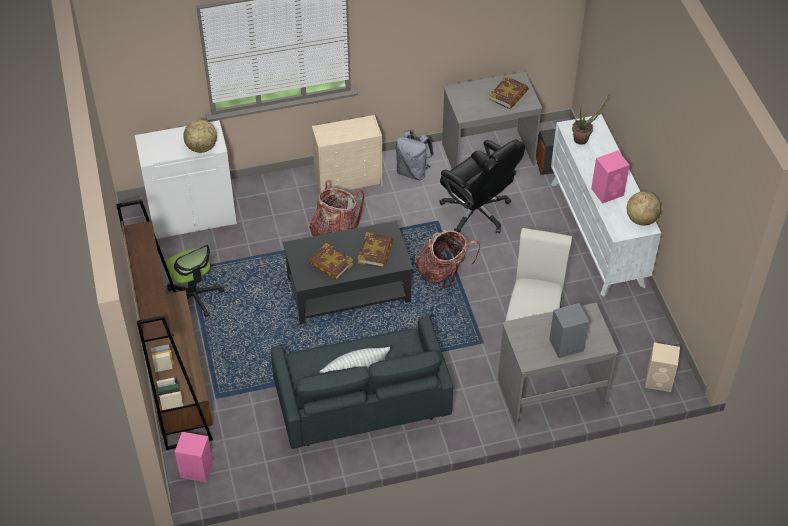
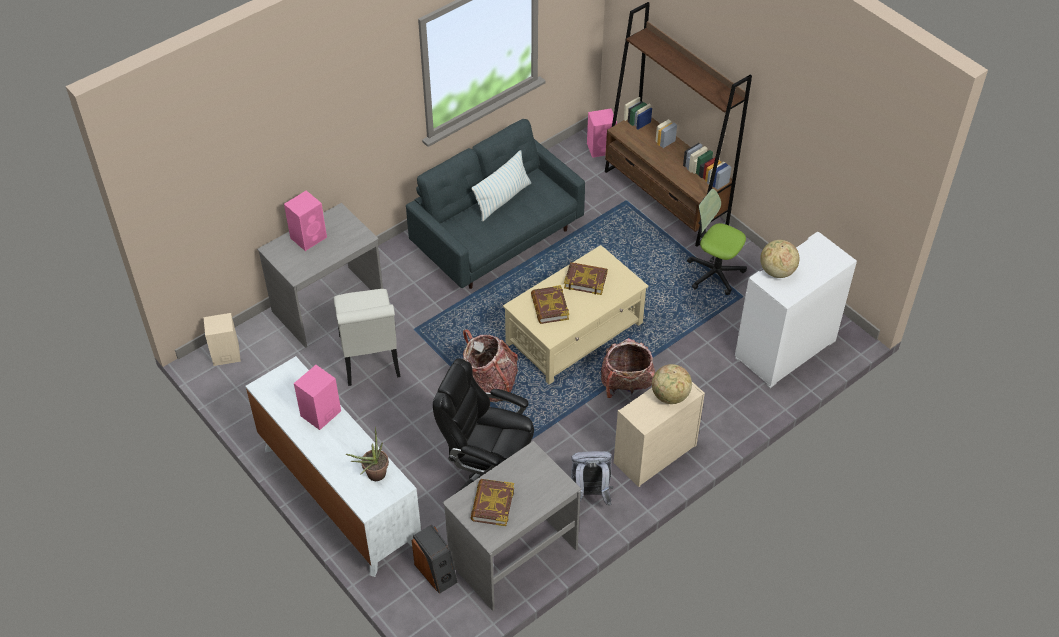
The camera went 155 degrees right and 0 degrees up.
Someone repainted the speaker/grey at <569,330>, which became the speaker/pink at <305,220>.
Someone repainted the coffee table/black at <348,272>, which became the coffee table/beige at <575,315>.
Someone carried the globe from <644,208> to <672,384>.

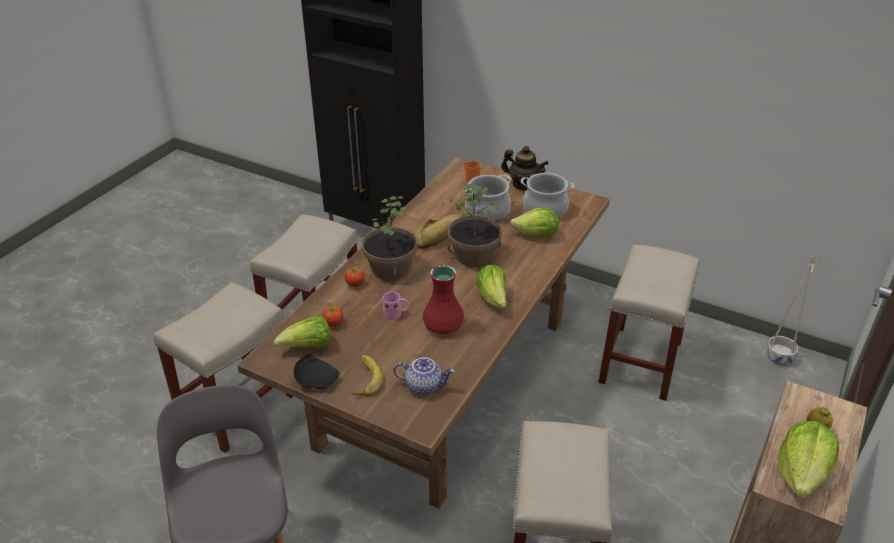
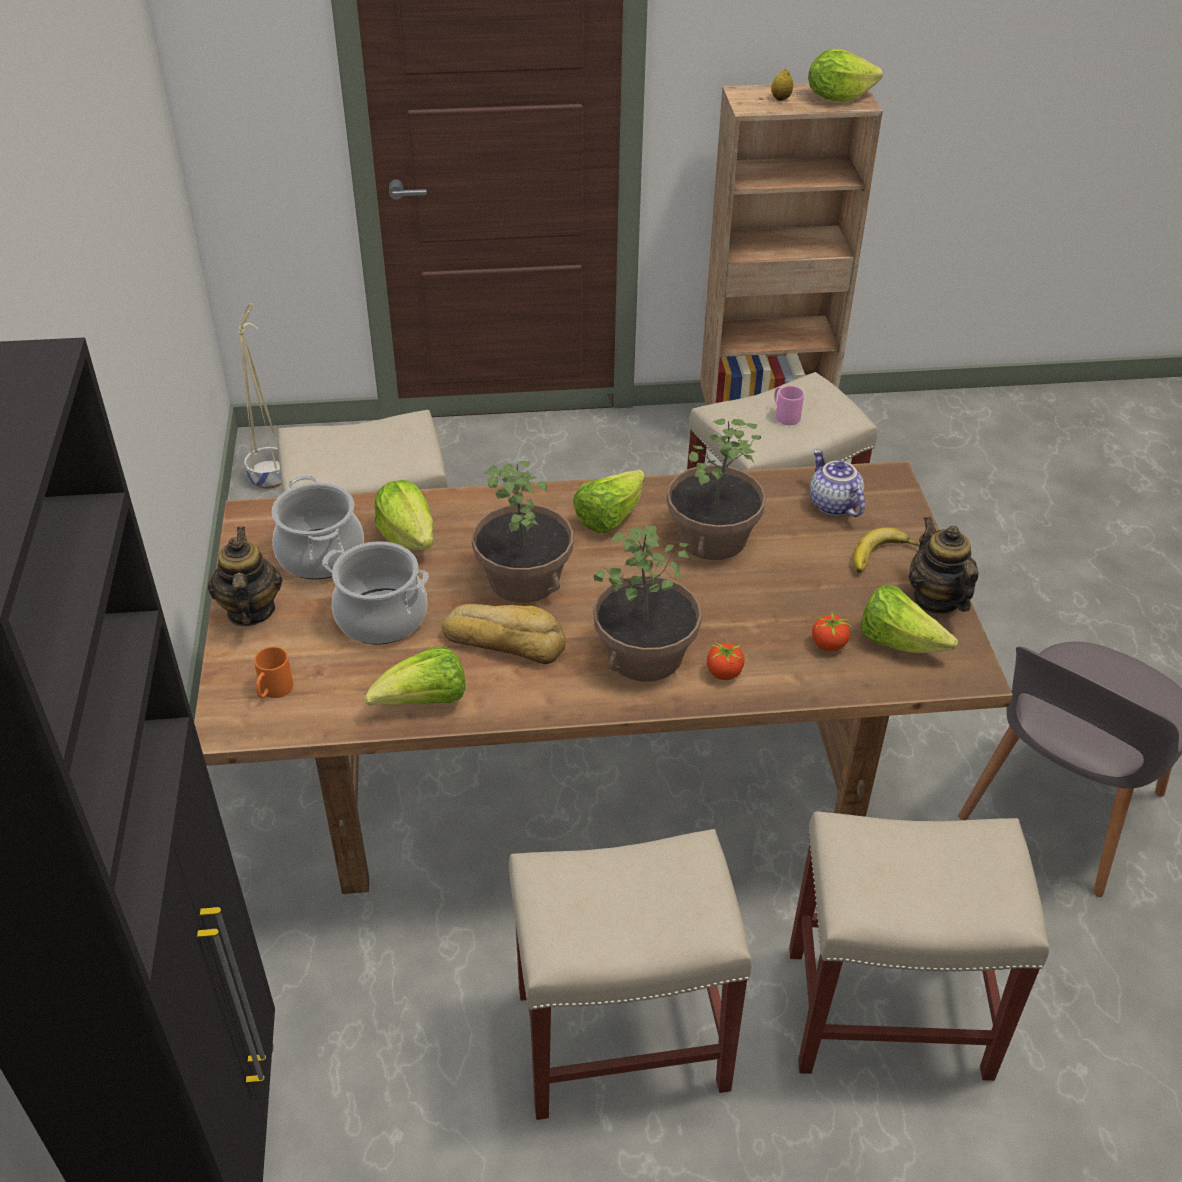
The camera went 125 degrees left and 5 degrees up.
Someone put down the lettuce at <415,675>.
Someone swapped the vase/red at <443,300> for the potted plant at <716,489>.
Someone carried the mug/pink from <396,306> to <789,405>.
Someone swapped the plate/black at <316,371> for the teapot at <943,565>.

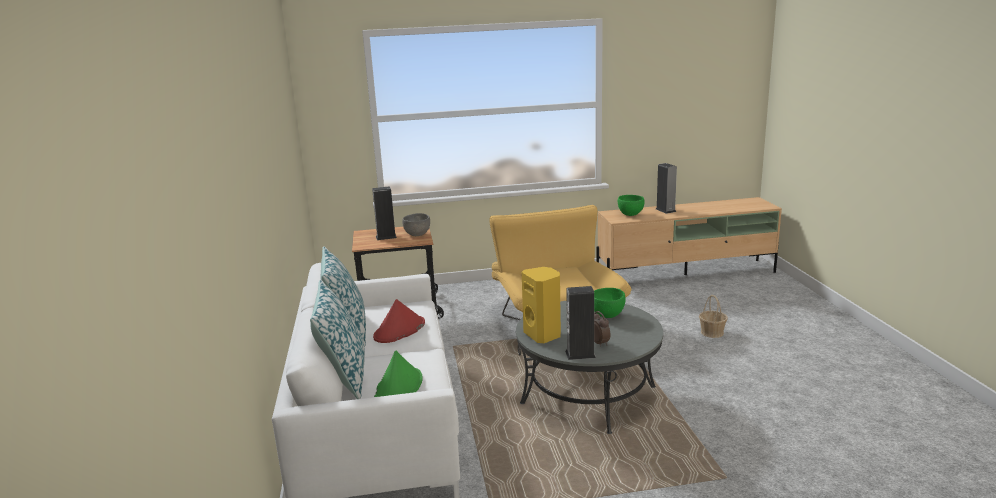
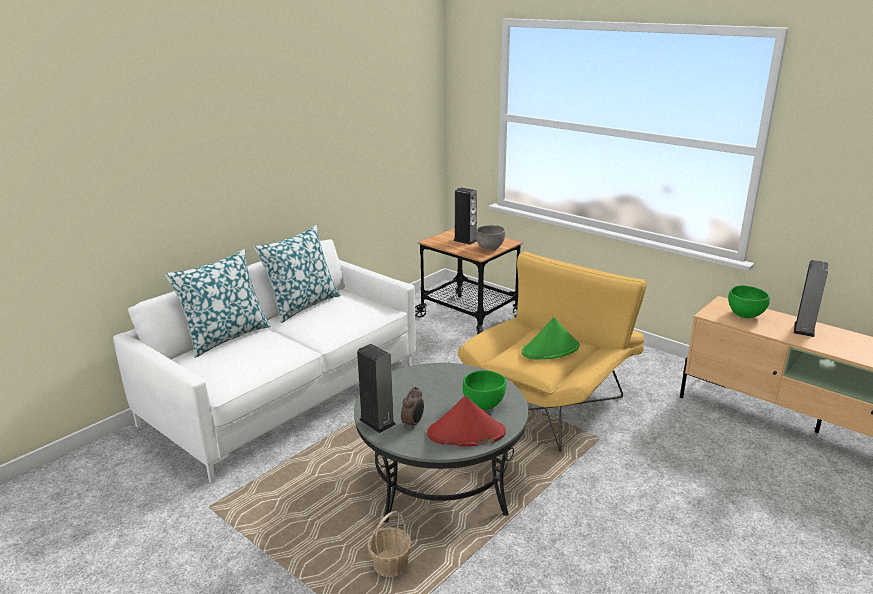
The camera went 50 degrees right and 5 degrees up.
Someone carried the basket from <713,316> to <389,544>.
Someone carried the hat/red from <399,321> to <466,421>.
Someone carried the hat/green from <398,373> to <551,338>.
Someone took away the speaker/yellow at <541,305>.

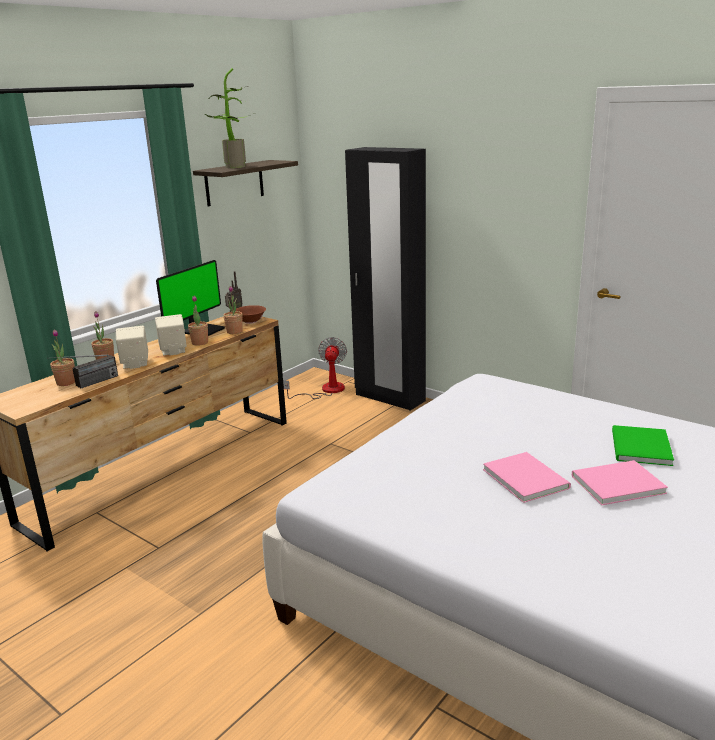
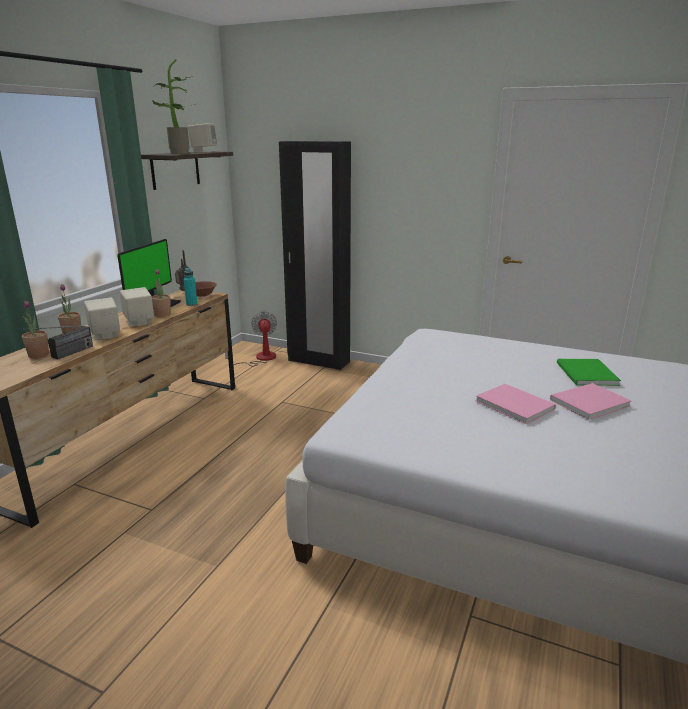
The camera went 15 degrees left and 0 degrees up.
Someone swapped the potted plant at <233,310> for the bottle/turquoise at <190,287>.
Someone put down the speaker/beige at <202,137>.

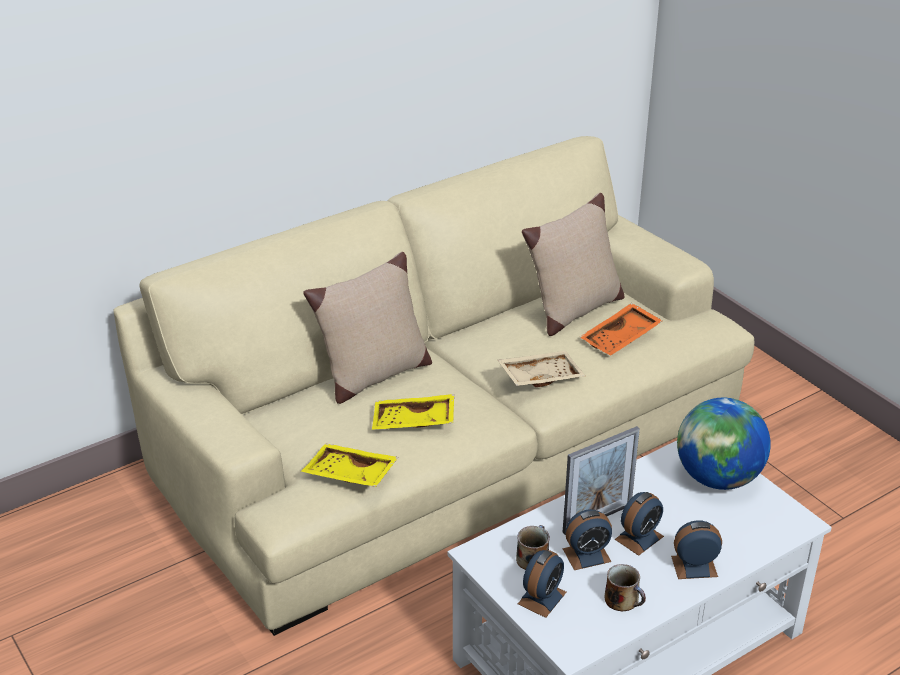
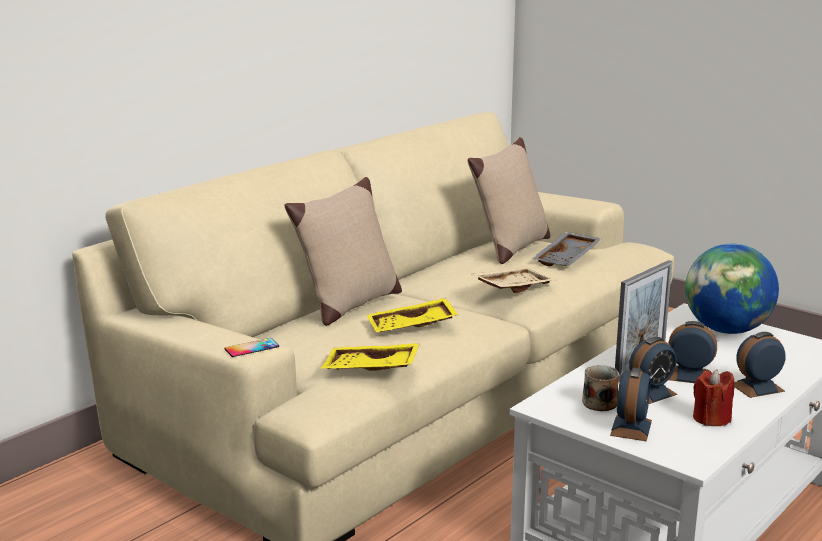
The camera went 15 degrees left and 15 degrees down.
Someone put down the phone at <251,347>.
Someone repainted the tray/orange at <621,329>, which became the tray/grey at <567,249>.
Someone rotated the alarm clock at <639,524> by 105 degrees counterclockwise.
Someone swapped the mug at <625,587> for the candle/red at <713,397>.

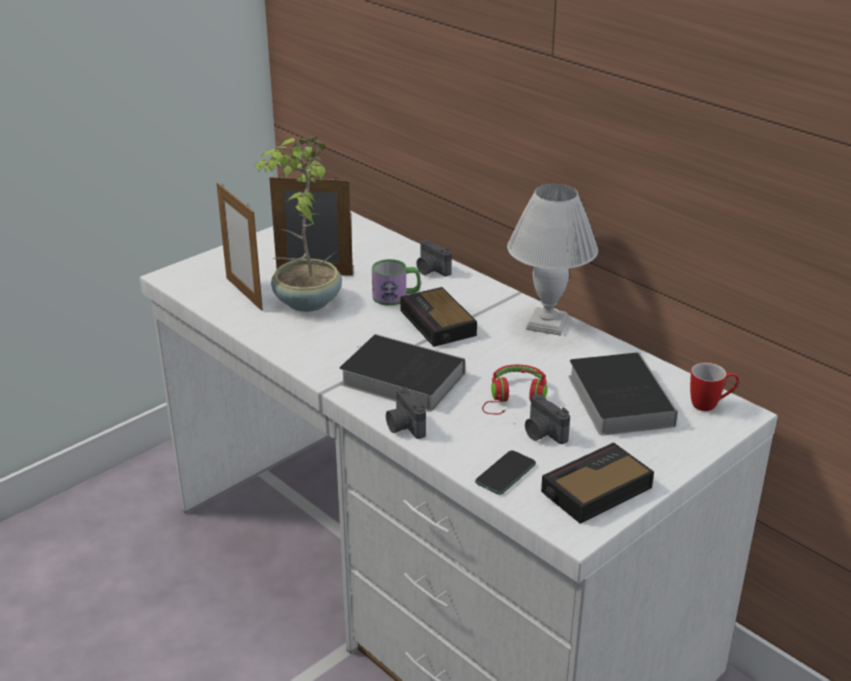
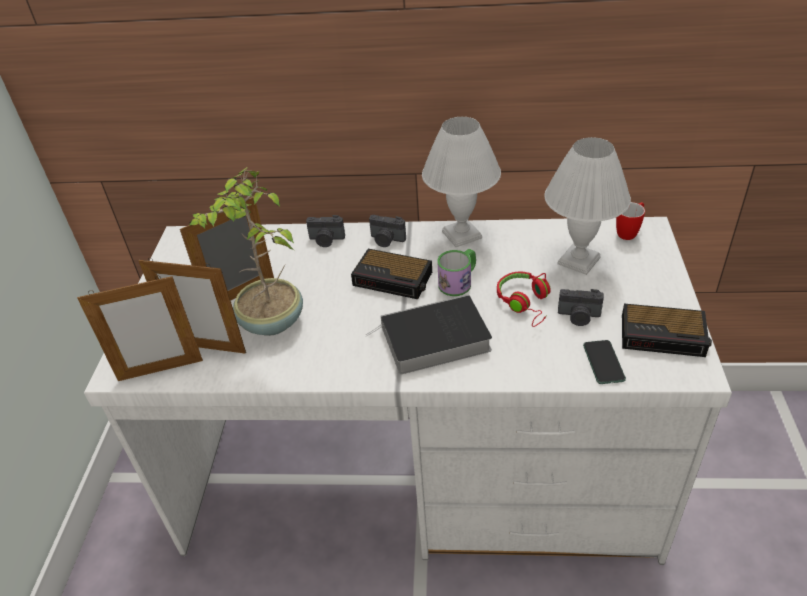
The camera went 40 degrees left and 10 degrees up.
Someone put down the picture frame at <140,328>.
Someone carried the photo camera from <406,413> to <387,231>.
Someone carried the mug from <396,282> to <456,272>.
Someone swapped the book at <623,393> for the table lamp/white at <587,206>.
Someone rotated the alarm clock at <597,483> by 90 degrees counterclockwise.

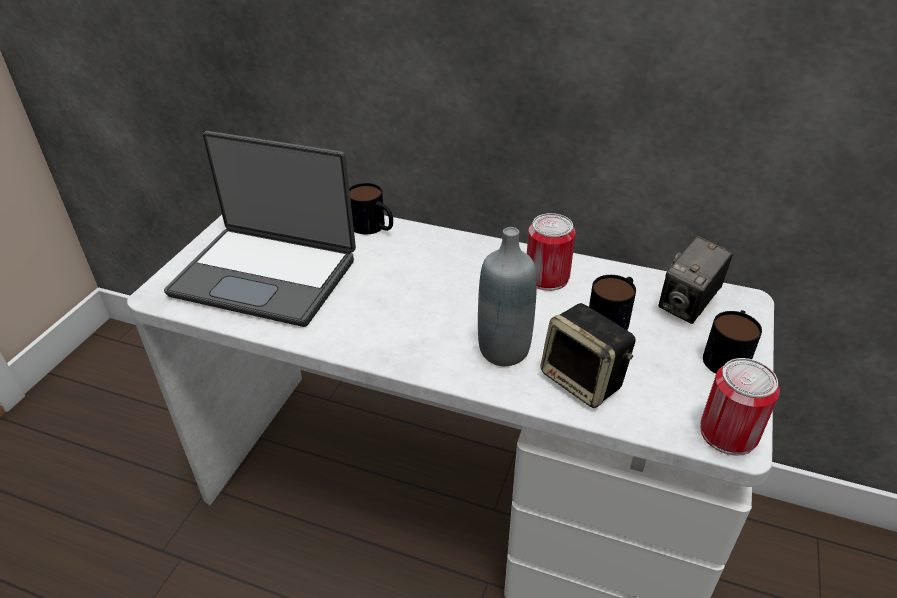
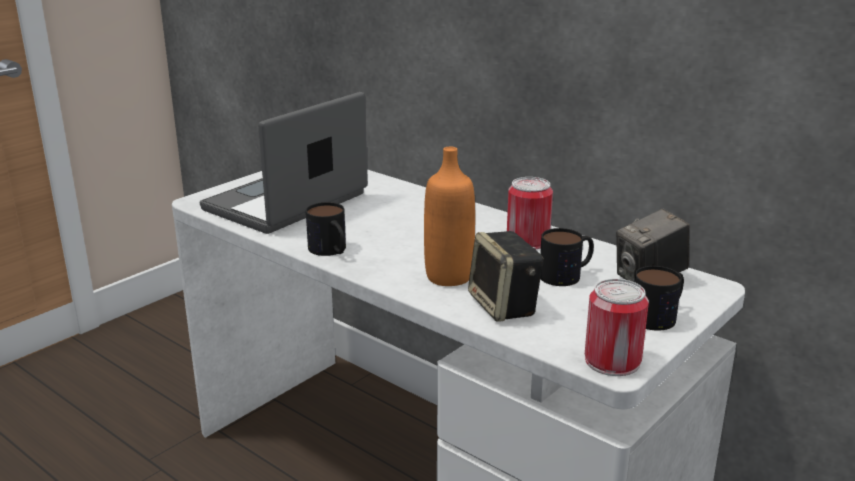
The camera went 20 degrees right and 15 degrees down.
Someone rotated the laptop at <260,229> by 90 degrees clockwise.
Someone carried the mug from <371,209> to <326,229>.
Someone repainted the bottle/grey at <507,296>, which became the bottle/orange at <449,216>.

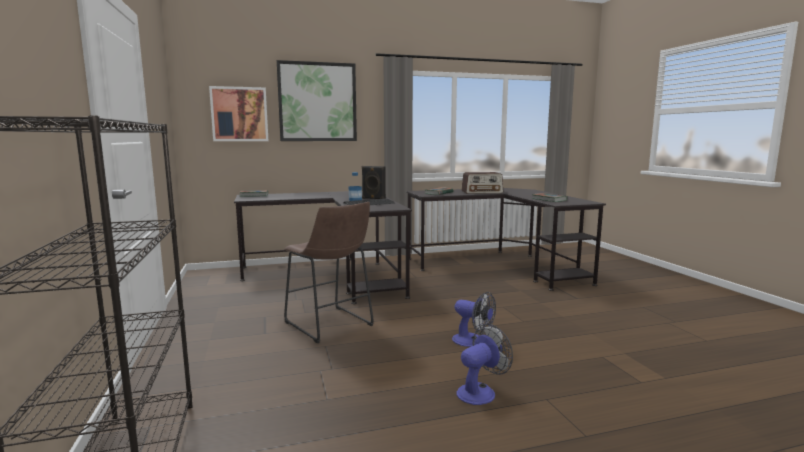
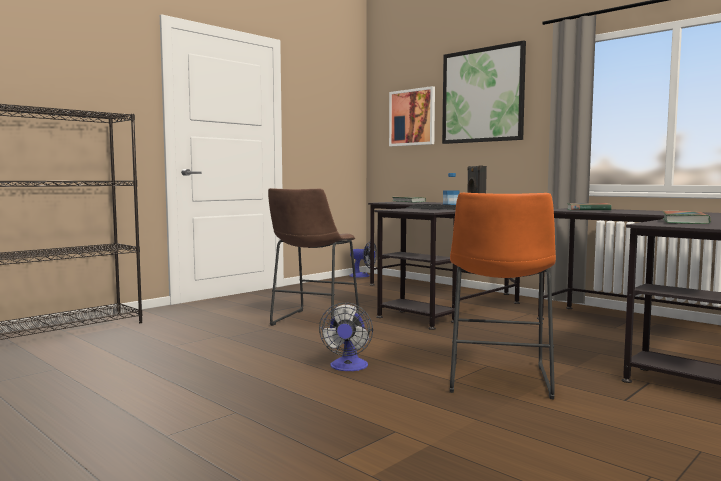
The camera went 60 degrees right and 5 degrees down.
Someone carried the fan from <484,364> to <363,260>.
Someone put down the stool/orange at <503,296>.
Someone took away the radio at <482,183>.

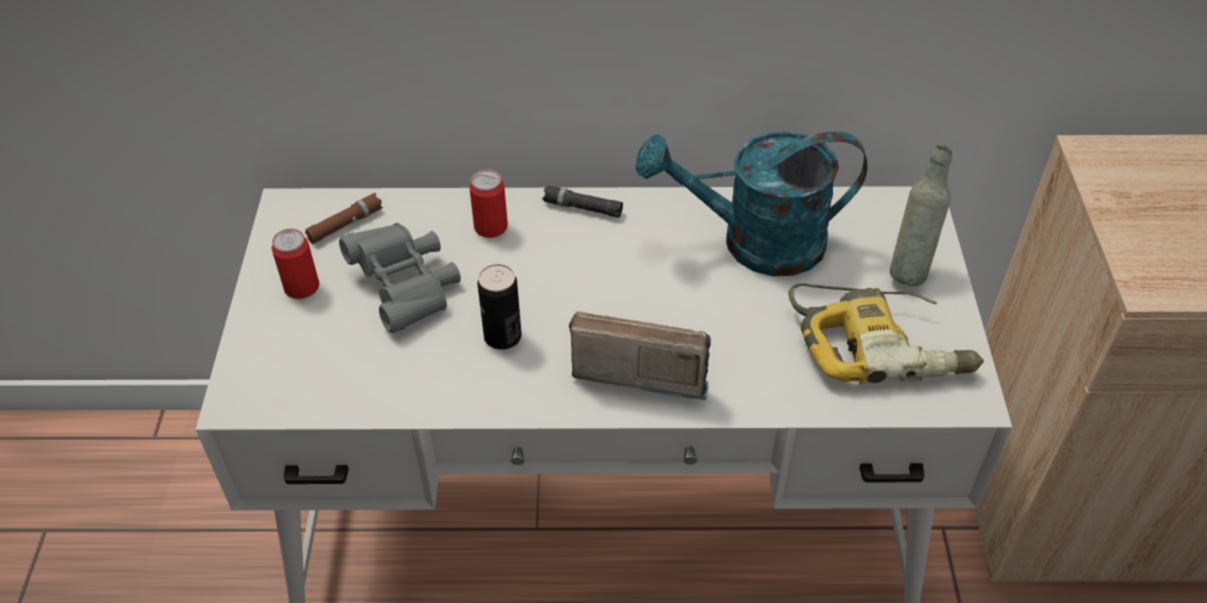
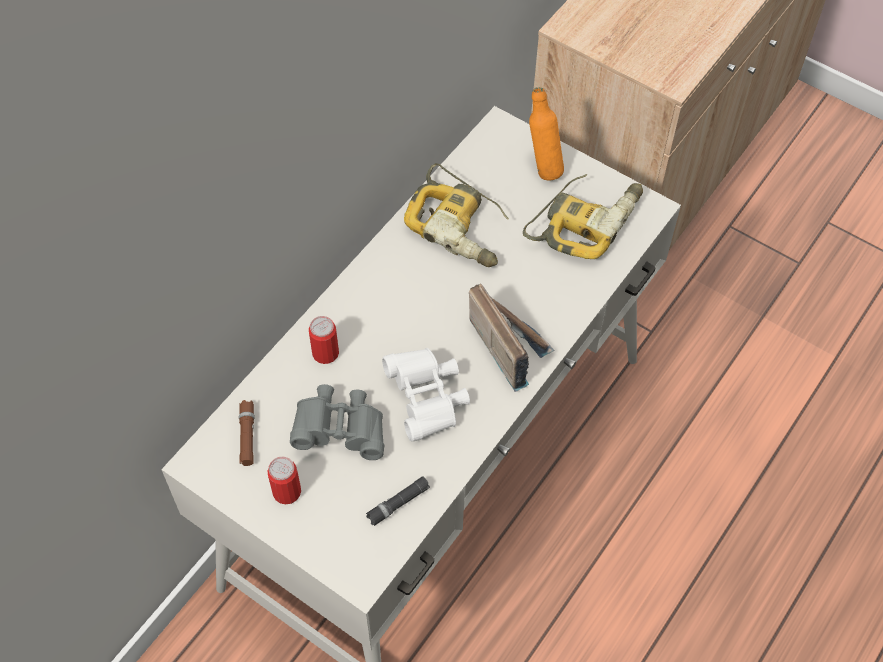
The camera went 55 degrees left and 10 degrees up.
Someone carried the flashlight/black from <582,201> to <398,501>.
Someone swapped the can at <499,307> for the binoculars/white at <426,395>.
Someone swapped the watering can/turquoise at <752,204> for the power drill at <456,215>.
Someone rotated the radio at <640,355> by 105 degrees clockwise.
Someone repainted the bottle/grey at <921,215>, which became the bottle/orange at <546,133>.

